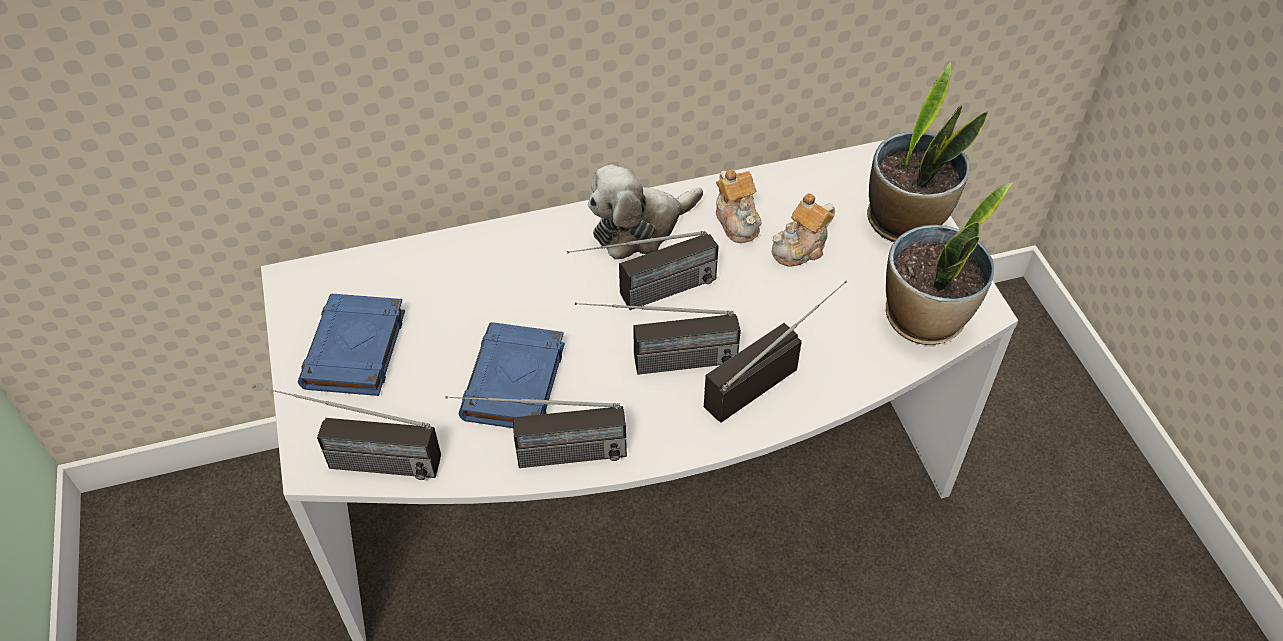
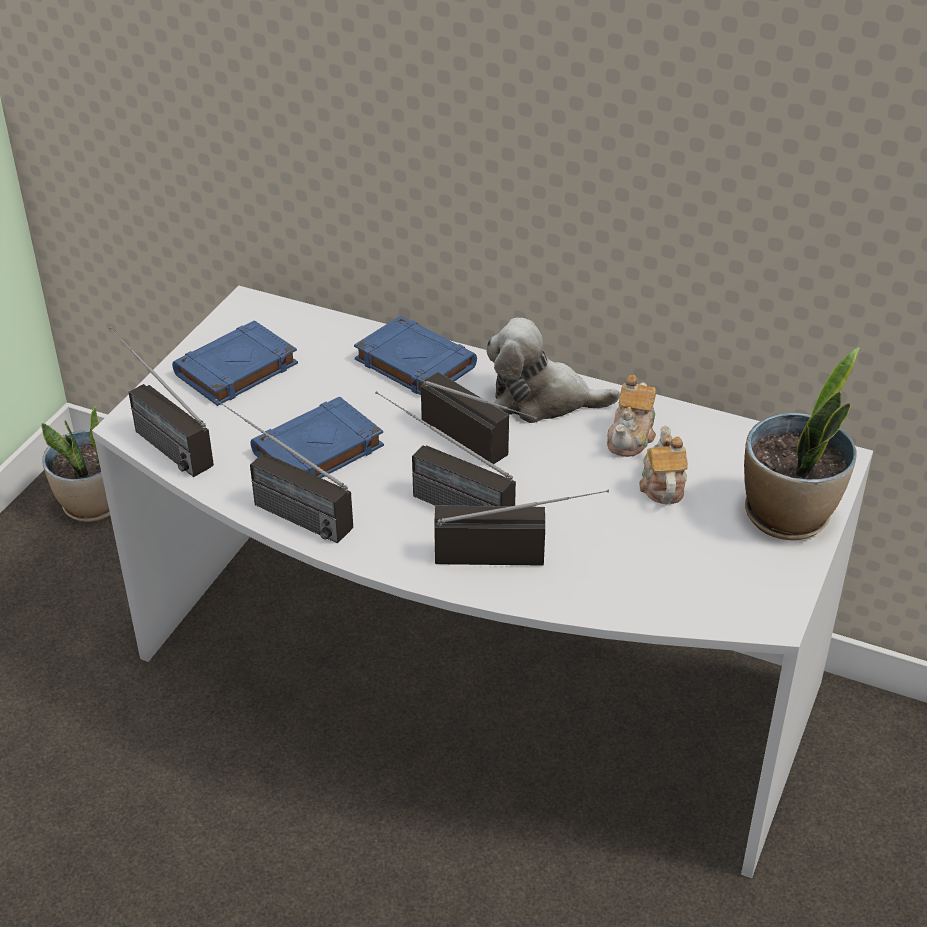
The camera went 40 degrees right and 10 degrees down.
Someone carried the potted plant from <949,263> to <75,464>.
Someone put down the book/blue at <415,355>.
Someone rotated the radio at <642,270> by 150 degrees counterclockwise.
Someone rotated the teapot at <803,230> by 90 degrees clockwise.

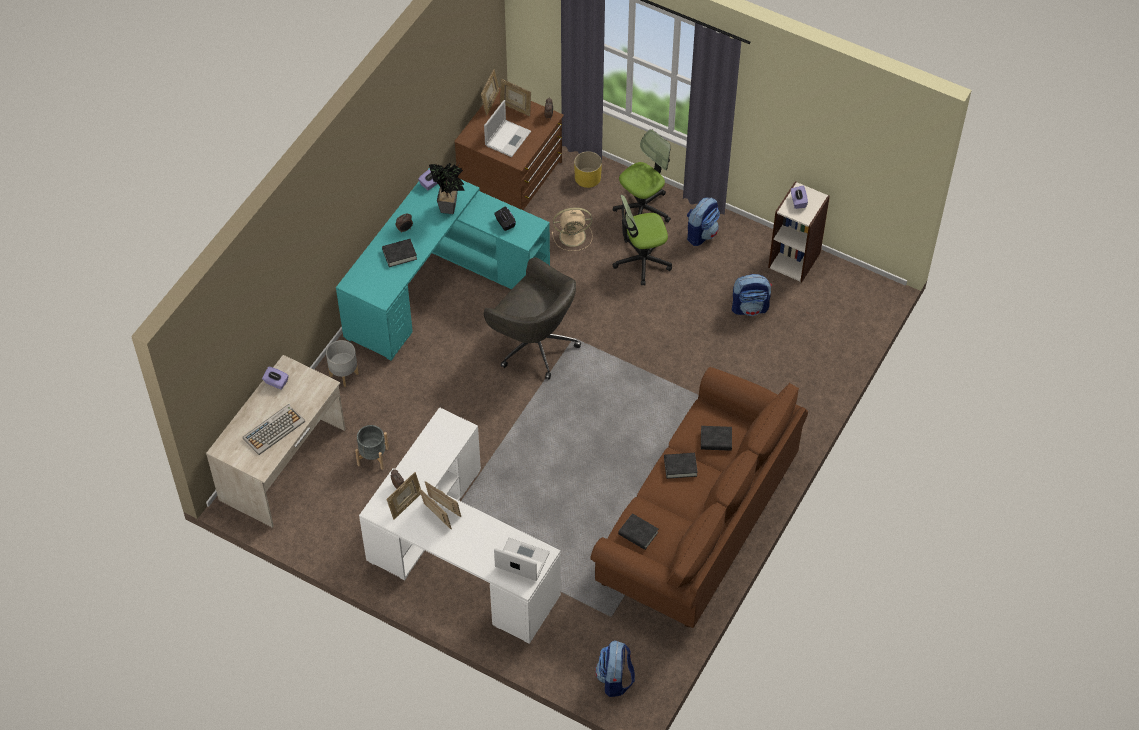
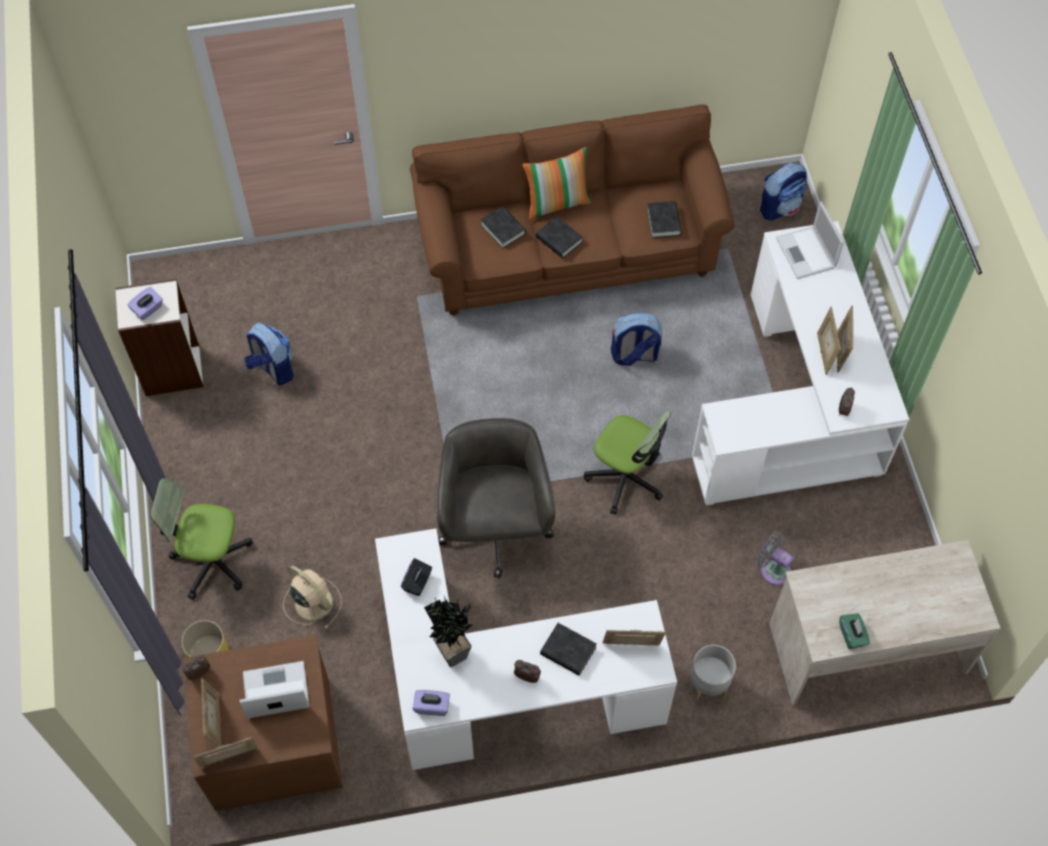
The camera went 130 degrees left and 5 degrees up.
Someone repainted the desk/turquoise at <443,264>, which became the desk/white at <526,649>.
Someone put down the pillow at <557,183>.
Someone carried the office chair from <642,240> to <627,463>.
Someone carried the picture frame from <404,496> to <634,637>.
Someone carried the backpack from <703,221> to <636,339>.
Someone swapped the planter/grey at <372,447> for the fan/grey at <774,558>.
Someone repainted the tissue box/purple at <275,378>, which became the tissue box/green at <854,631>.
Someone took away the keyboard at <274,429>.

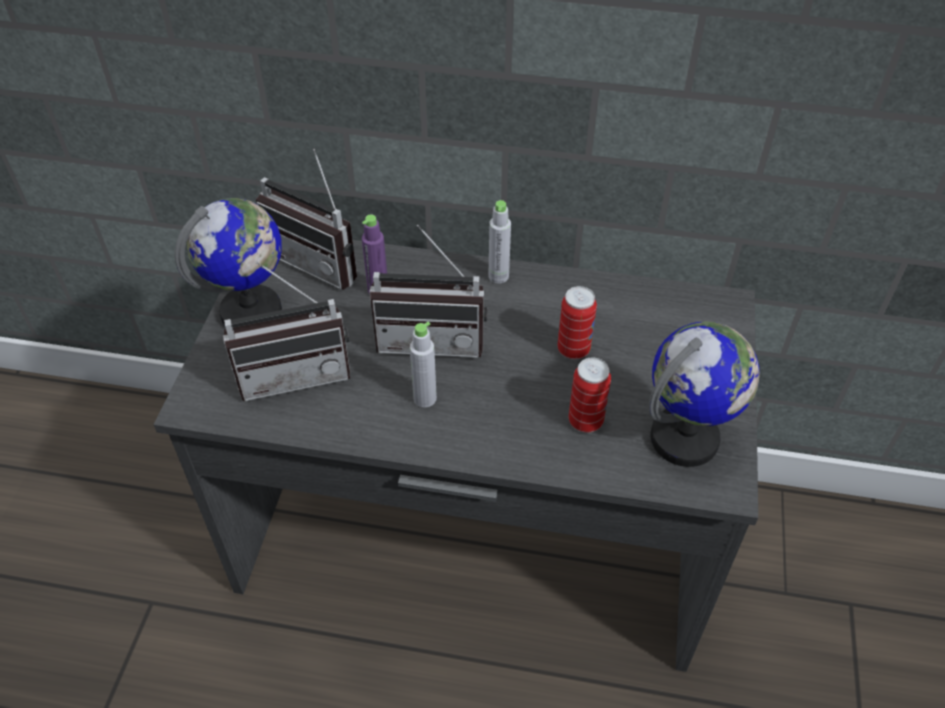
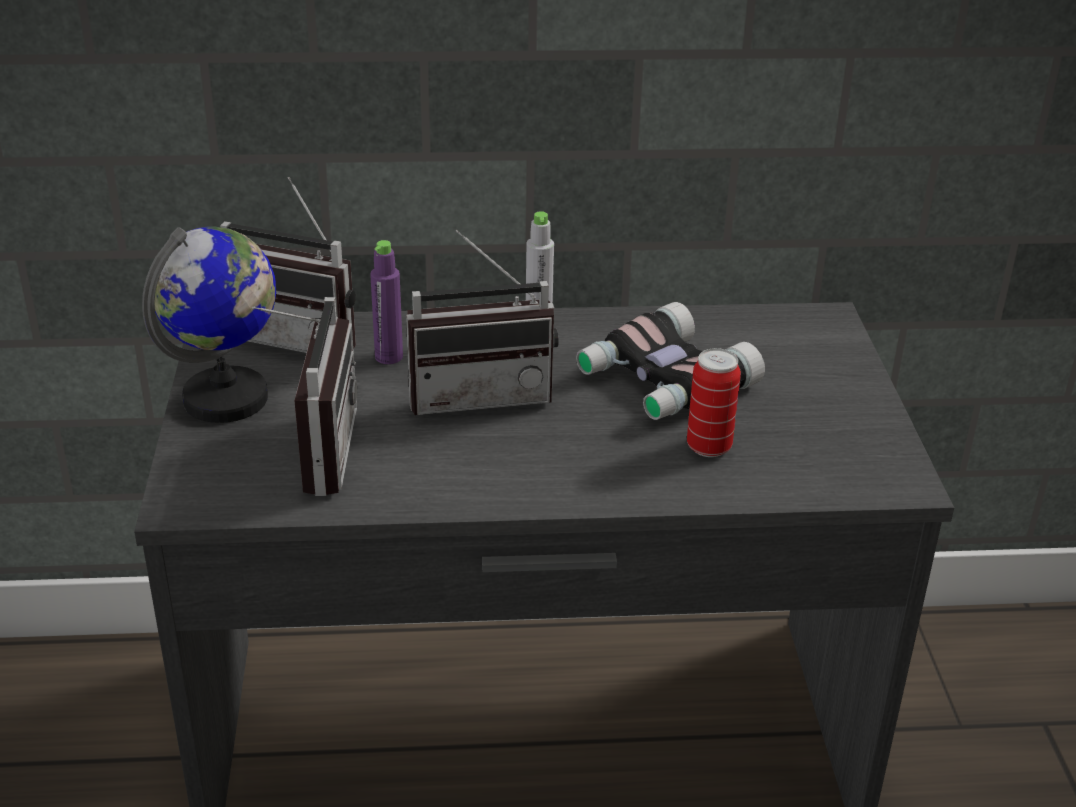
The camera went 15 degrees left and 15 degrees down.
Someone rotated the radio at <287,331> by 60 degrees counterclockwise.
Someone swapped the can at <577,322> for the binoculars at <670,361>.
Someone took away the bottle/grey at <423,364>.
Someone took away the globe at <704,394>.

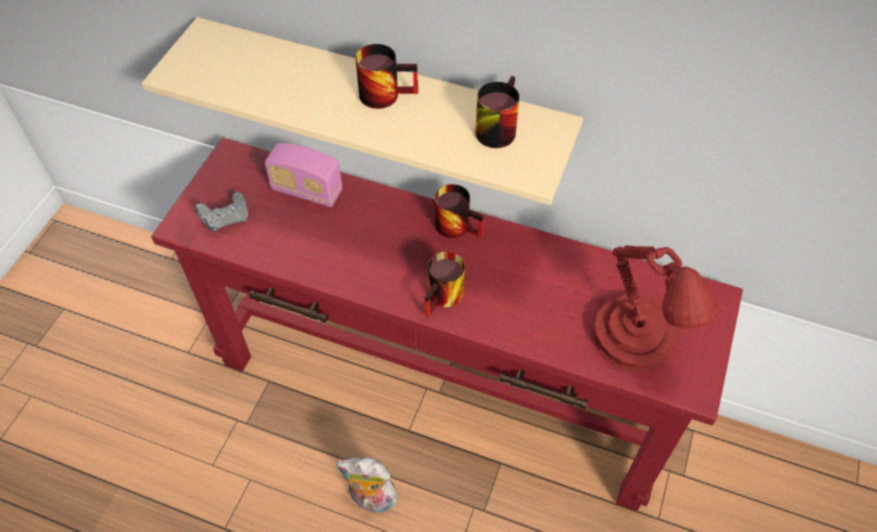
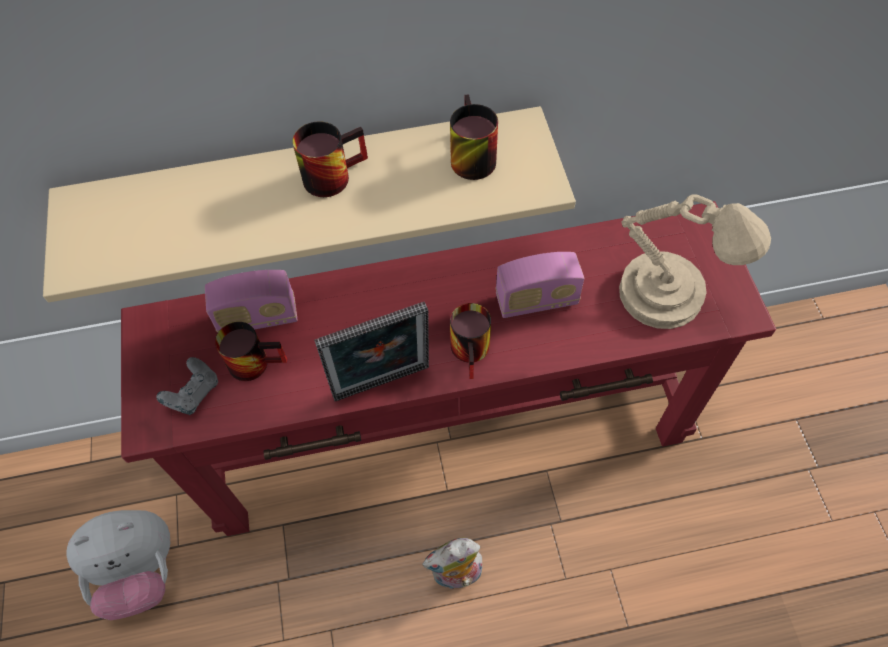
The camera went 30 degrees left and 5 degrees up.
Someone put down the plush toy at <118,565>.
Someone carried the mug from <459,211> to <251,351>.
Someone put down the picture frame at <371,351>.
Someone put down the radio at <540,285>.
Someone repainted the table lamp/red at <655,309>, which became the table lamp/beige at <695,261>.

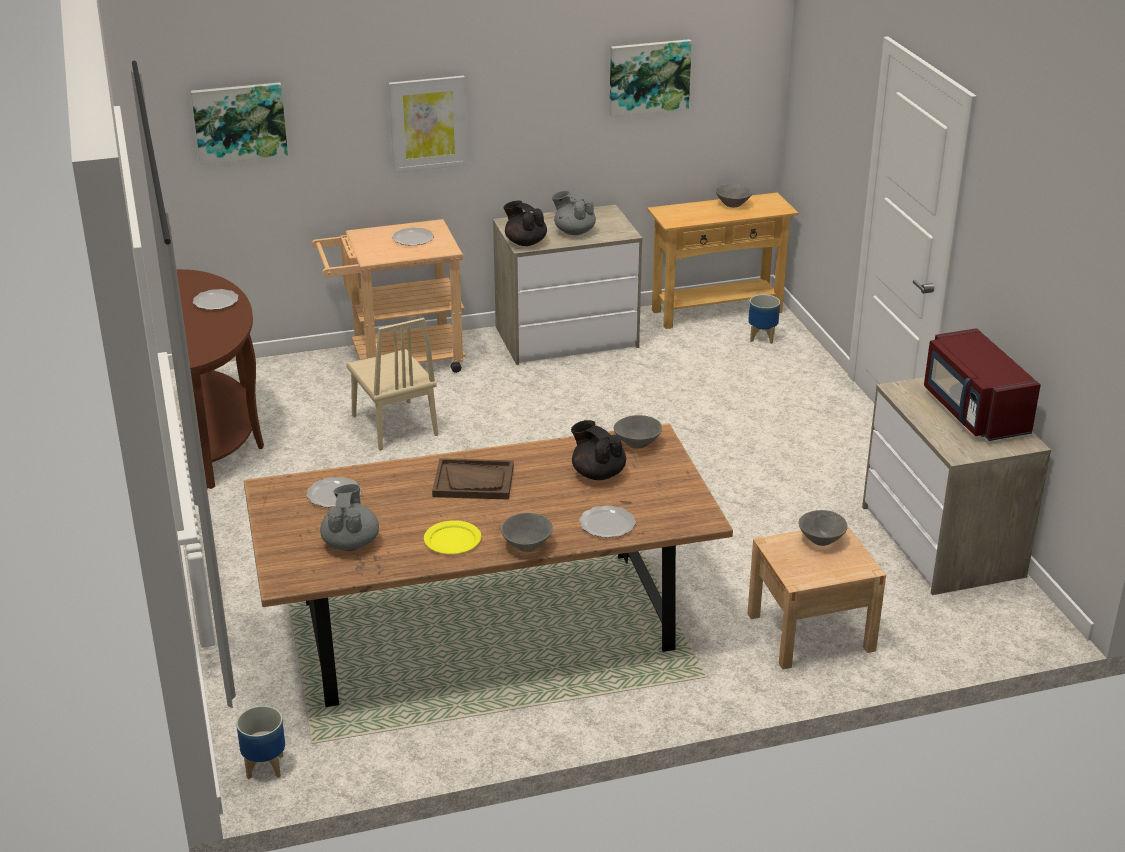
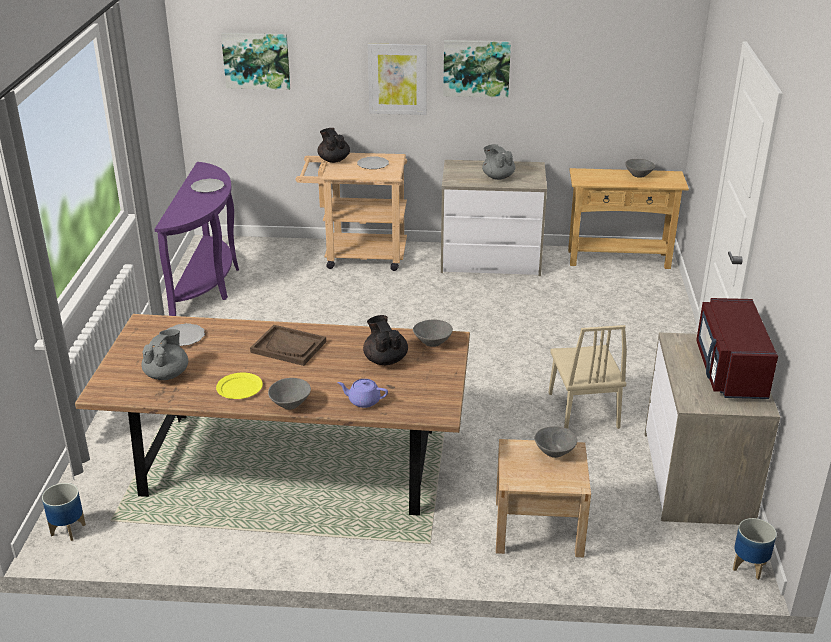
The camera went 20 degrees right and 0 degrees up.
Someone repainted the console table/brown at <220,379>, which became the console table/purple at <197,239>.
Someone carried the teapot/black from <525,223> to <333,145>.
Someone swapped the plate at <607,521> for the teapot/purple at <362,393>.
Someone carried the picture from <651,78> to <477,69>.
Someone carried the chair/beige from <392,384> to <588,377>.
Someone carried the planter from <764,319> to <755,549>.

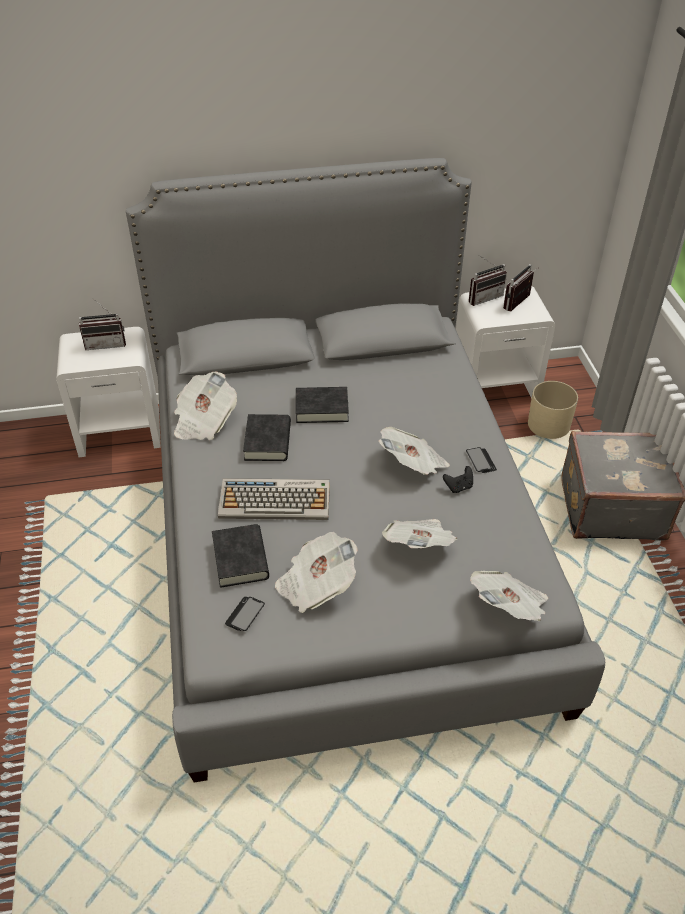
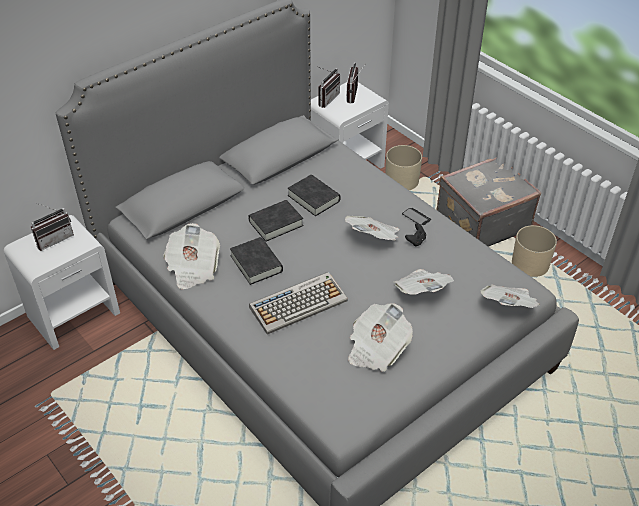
The camera went 30 degrees left and 0 degrees up.
Someone carried the book/black from <240,556> to <314,195>.
Someone put down the planter/beige at <534,251>.
Someone took away the phone at <245,614>.

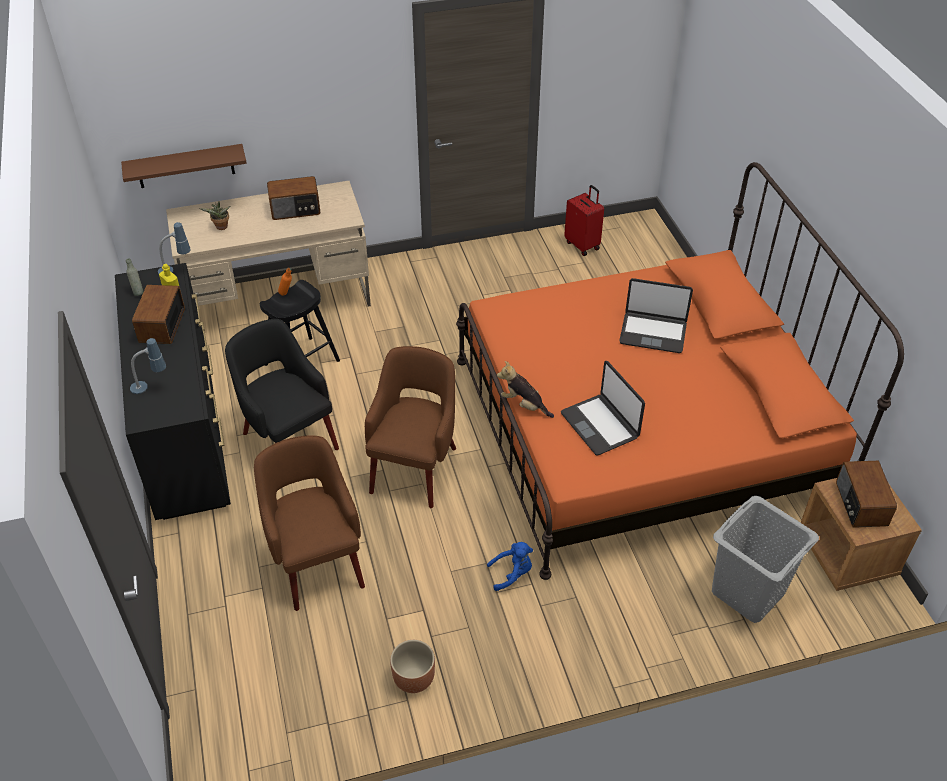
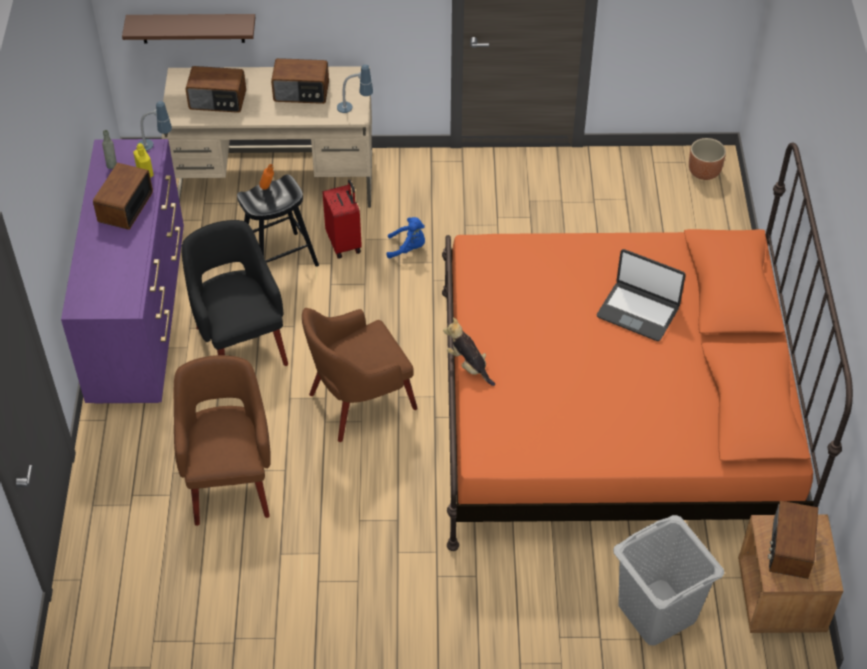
The camera went 15 degrees right and 5 degrees up.
Someone repainted the dresser/black at <173,391>, which became the dresser/purple at <122,271>.
Someone swapped the potted plant at <215,215> for the radio at <215,89>.
Someone rotated the armchair/brown at <410,427> by 150 degrees counterclockwise.
Someone carried the suitcase/red from <584,220> to <342,219>.
Someone carried the table lamp from <148,366> to <355,88>.
Someone carried the plush toy/blue from <510,566> to <405,238>.
Someone carried the planter/brown from <412,666> to <707,159>.
Someone took away the laptop at <603,408>.

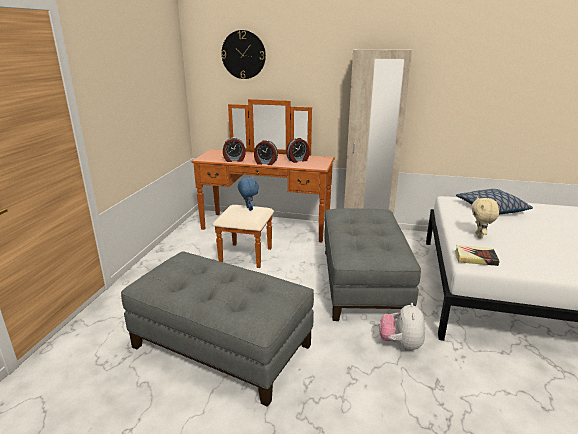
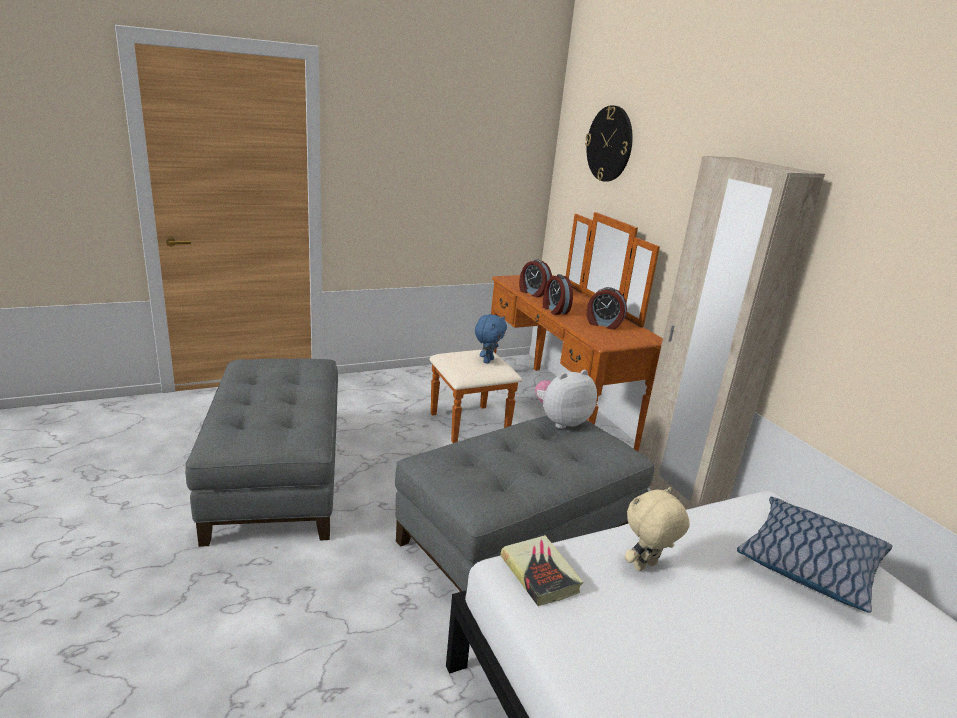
The camera went 50 degrees right and 0 degrees up.
Someone carried the plush toy from <402,327> to <566,399>.

